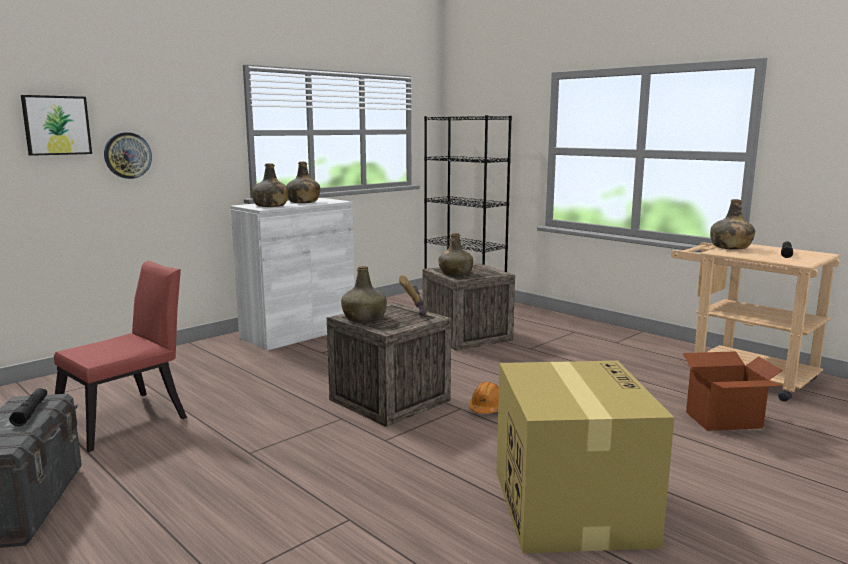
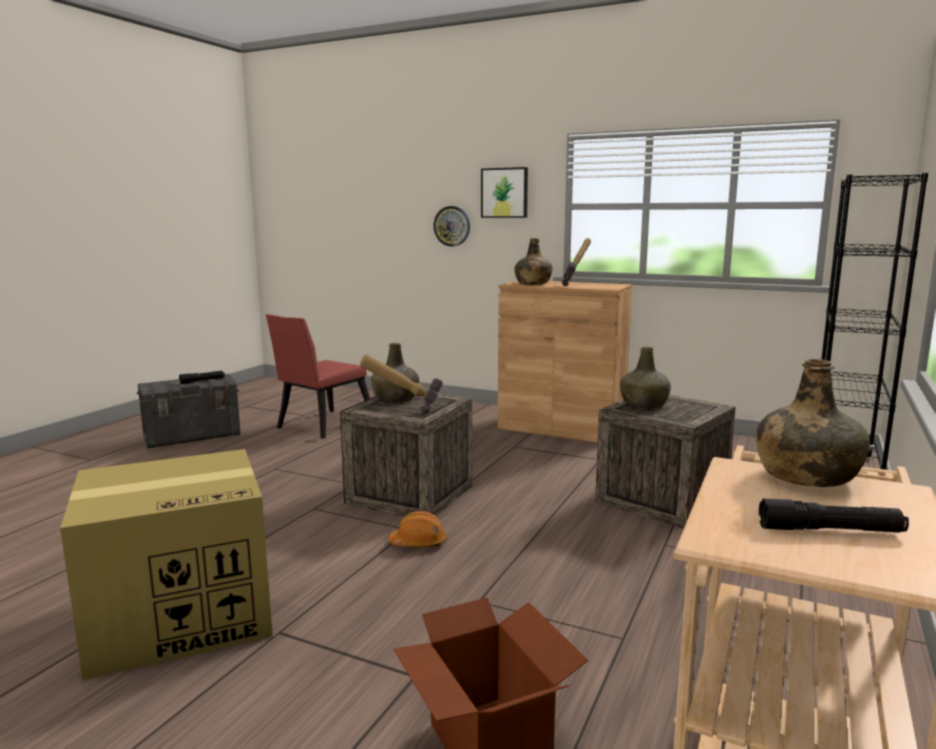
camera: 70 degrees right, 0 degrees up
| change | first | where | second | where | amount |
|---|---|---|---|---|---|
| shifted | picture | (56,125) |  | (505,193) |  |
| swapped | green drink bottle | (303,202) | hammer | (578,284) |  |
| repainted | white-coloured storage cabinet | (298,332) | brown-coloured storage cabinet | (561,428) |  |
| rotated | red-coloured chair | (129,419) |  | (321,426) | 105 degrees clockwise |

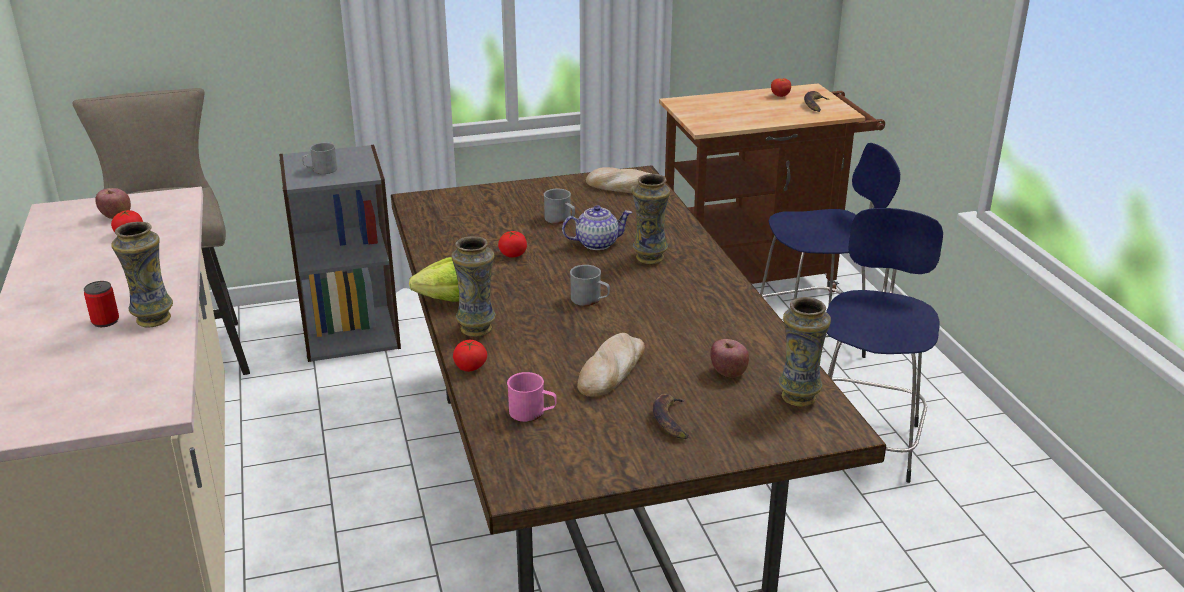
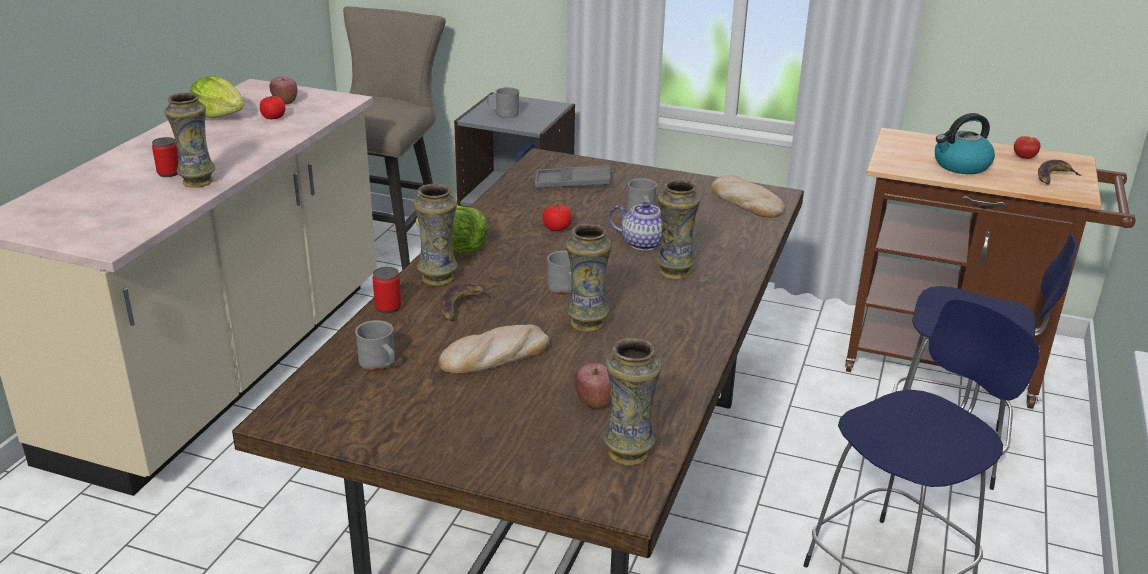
camera: 35 degrees right, 0 degrees up
| change | first | where | second | where | amount |
|---|---|---|---|---|---|
| swapped | fresh tomato | (470,367) | metal can | (388,307) |  |
| repainted | pink tea mug | (532,413) | greyish tea mug | (380,364) |  |
| shifted | banana fruit | (671,420) |  | (462,306) |  |
| new |  |  | head of lettuce | (220,115) |  |
| new |  |  | kettle | (960,166) |  |
| new |  |  | greyish tray | (572,183) |  |
| new |  |  | flower vase | (586,323) |  |

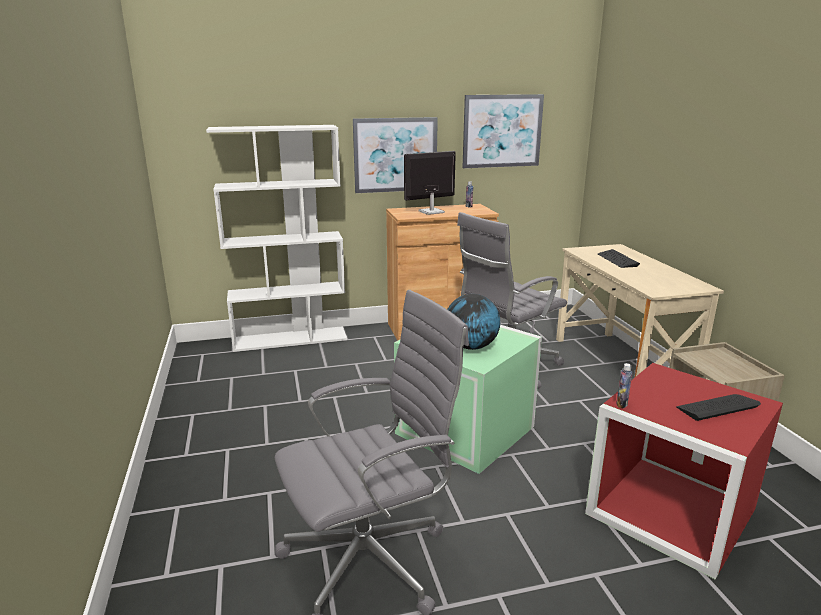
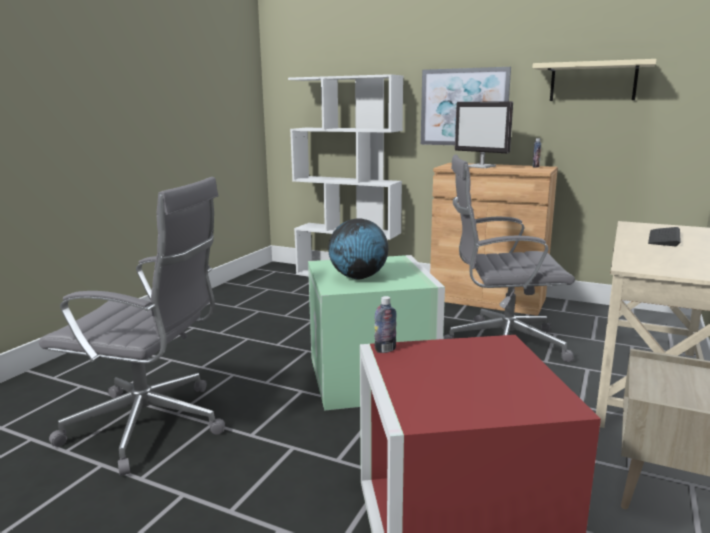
camera: 40 degrees right, 5 degrees down
| change | first | where | second | where | amount |
|---|---|---|---|---|---|
| swapped | picture | (502,131) | beige-coloured shelf | (593,82) |  |
| rotated | computer display | (431,212) |  | (481,166) | 150 degrees counterclockwise |
| gone | PC keyboard | (717,407) |  |  |  |

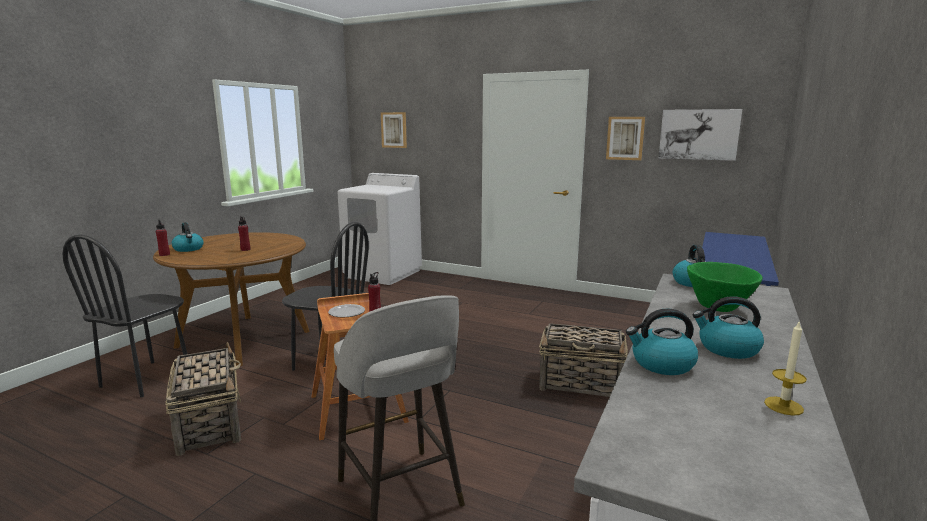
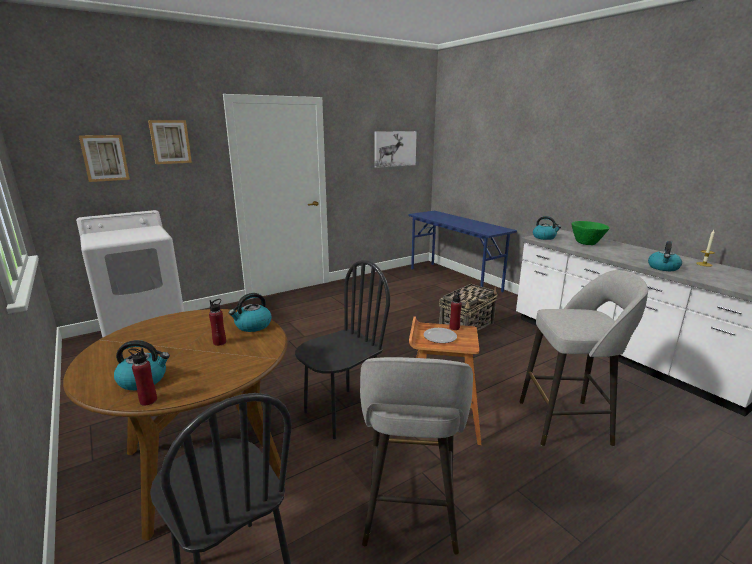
camera: 60 degrees left, 5 degrees up
| change | first | where | second | where | amount |
|---|---|---|---|---|---|
| shifted | picture | (625,138) |  | (170,142) |  |
| shifted | kettle | (727,349) |  | (253,326) |  |
| swapped | basket | (210,423) | greyish sitting stool | (410,513) |  |

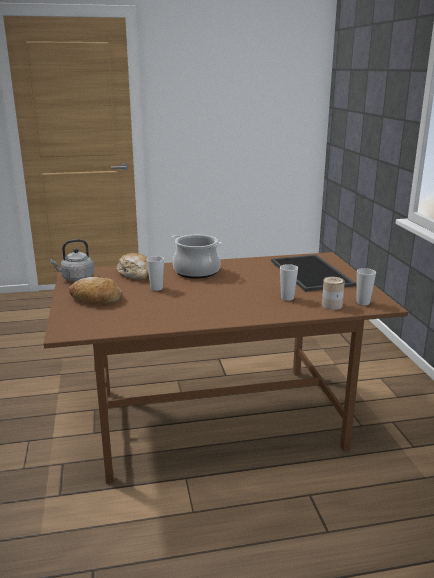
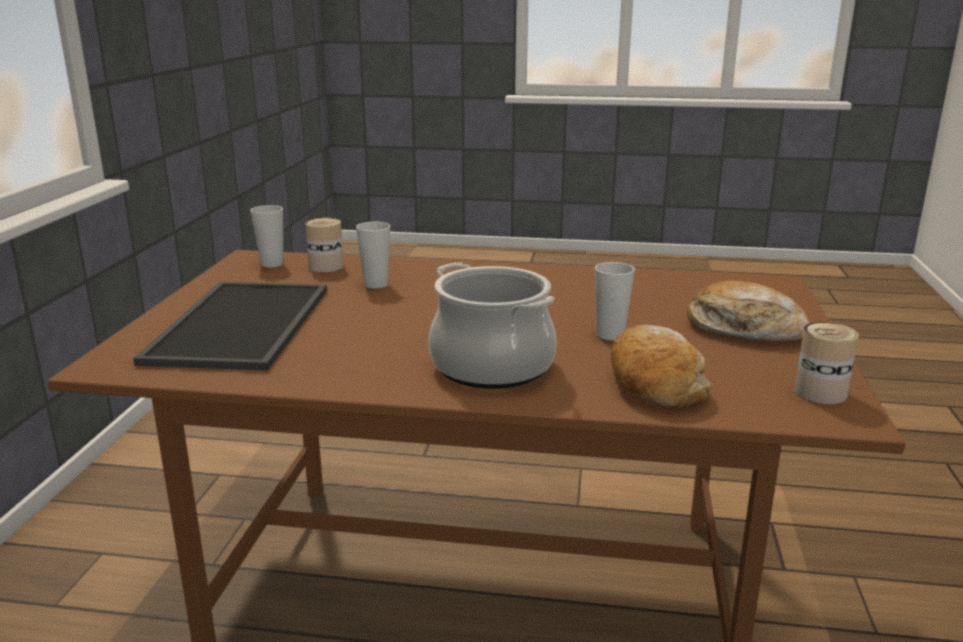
camera: 160 degrees left, 0 degrees up
| change | first | where | second | where | amount |
|---|---|---|---|---|---|
| swapped | greyish kettle | (76,278) | metal can | (820,392) |  |

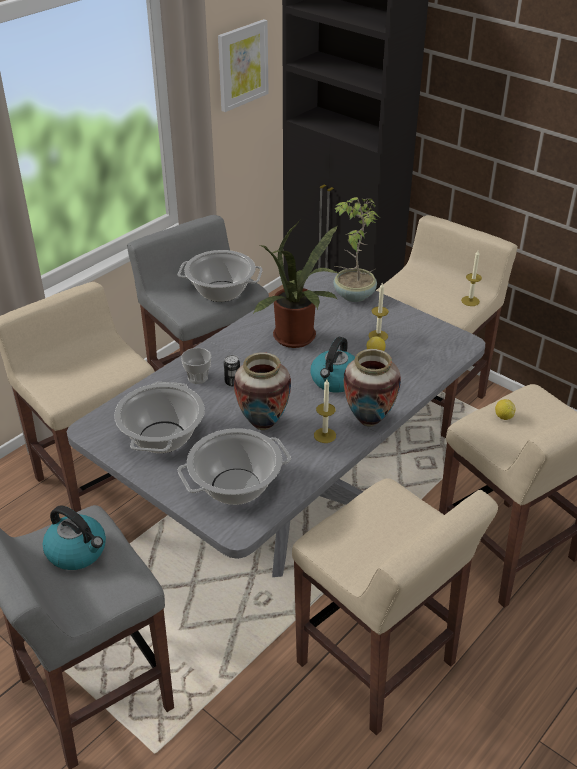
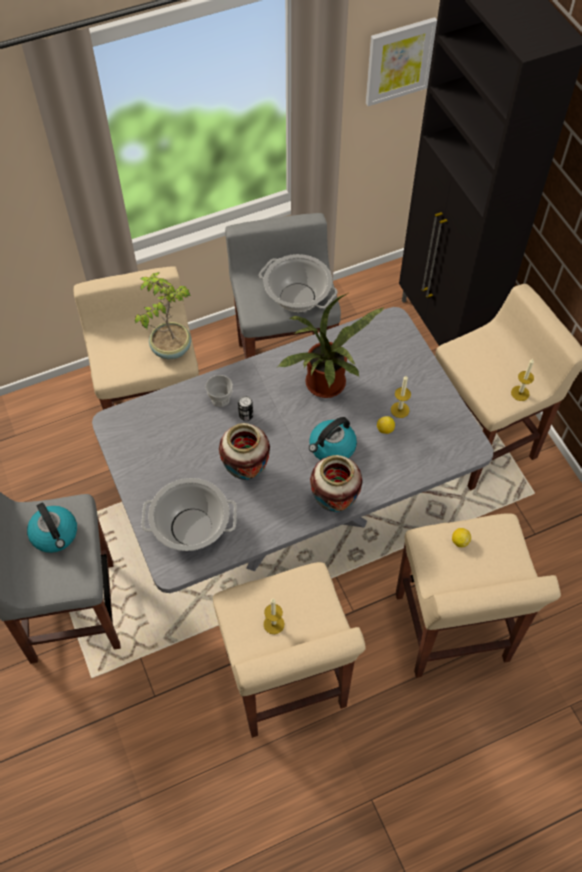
camera: 25 degrees right, 20 degrees up
| change | first | where | second | where | amount |
|---|---|---|---|---|---|
| shifted | houseplant | (353,295) |  | (170,348) |  |
| shifted | wax light | (325,435) |  | (274,624) |  |
| gone | cooking pot | (162,437) |  |  |  |

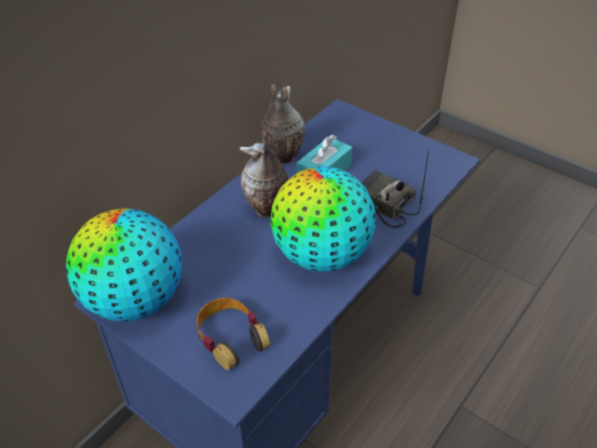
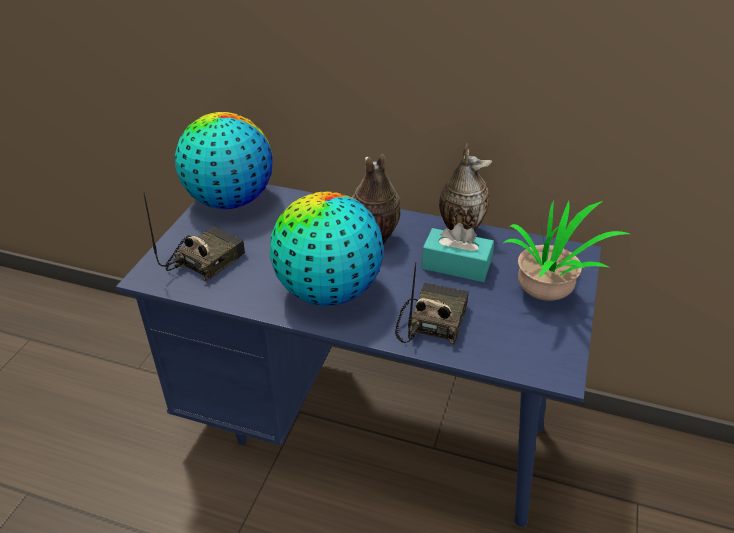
camera: 70 degrees right, 5 degrees down
| change | first | where | second | where | amount |
|---|---|---|---|---|---|
| swapped | headset | (230,337) | radio | (205,260) |  |
| new |  |  | houseplant | (547,294) |  |

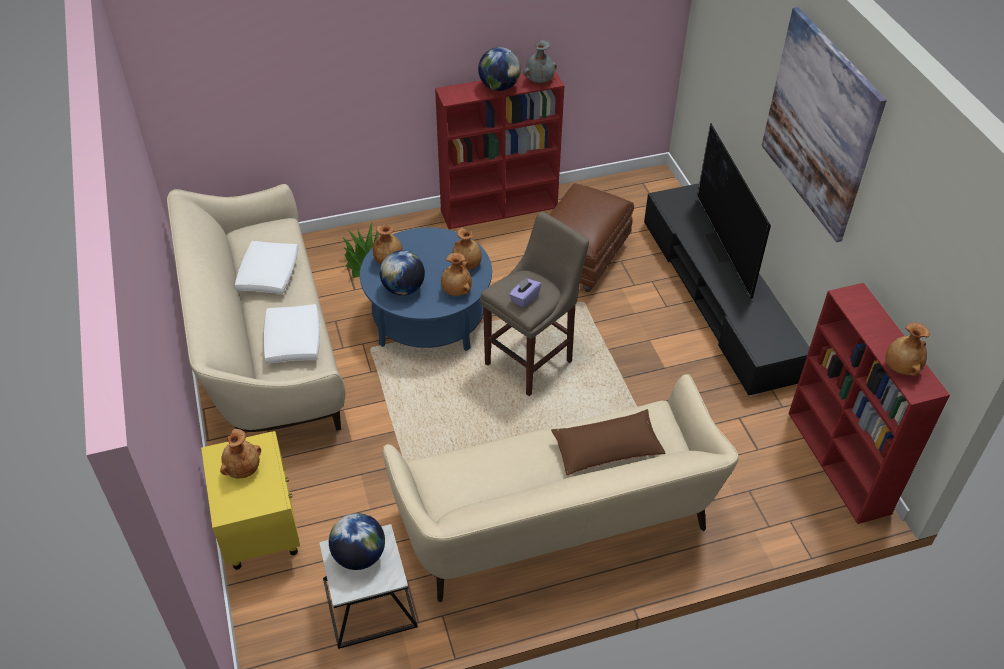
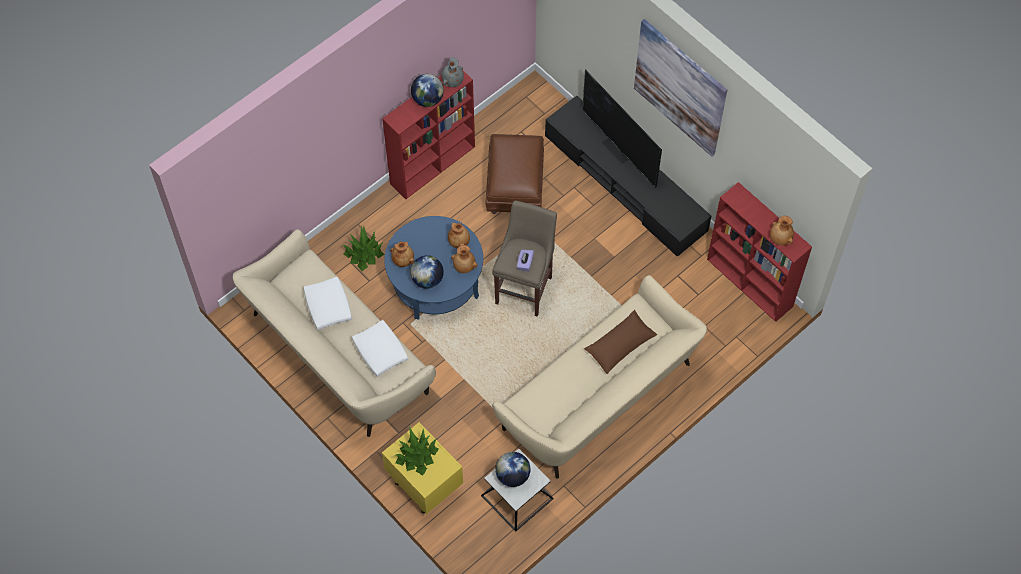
camera: 25 degrees left, 15 degrees up
| change | first | where | second | where | amount |
|---|---|---|---|---|---|
| swapped | brown-coloured flower vase | (242,469) | houseplant | (417,455) |  |

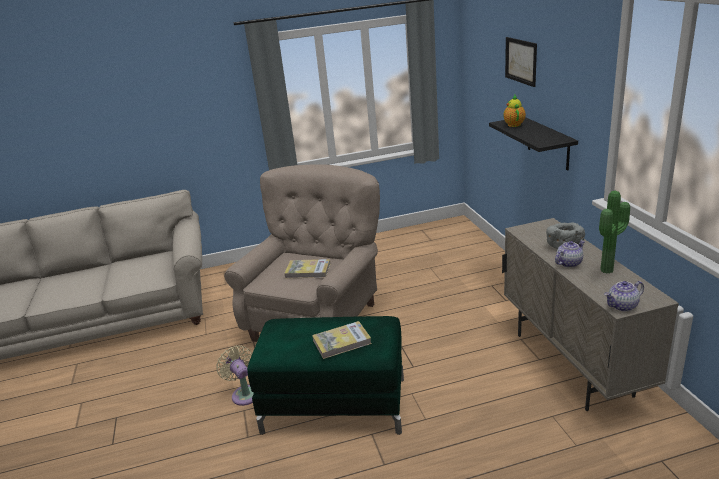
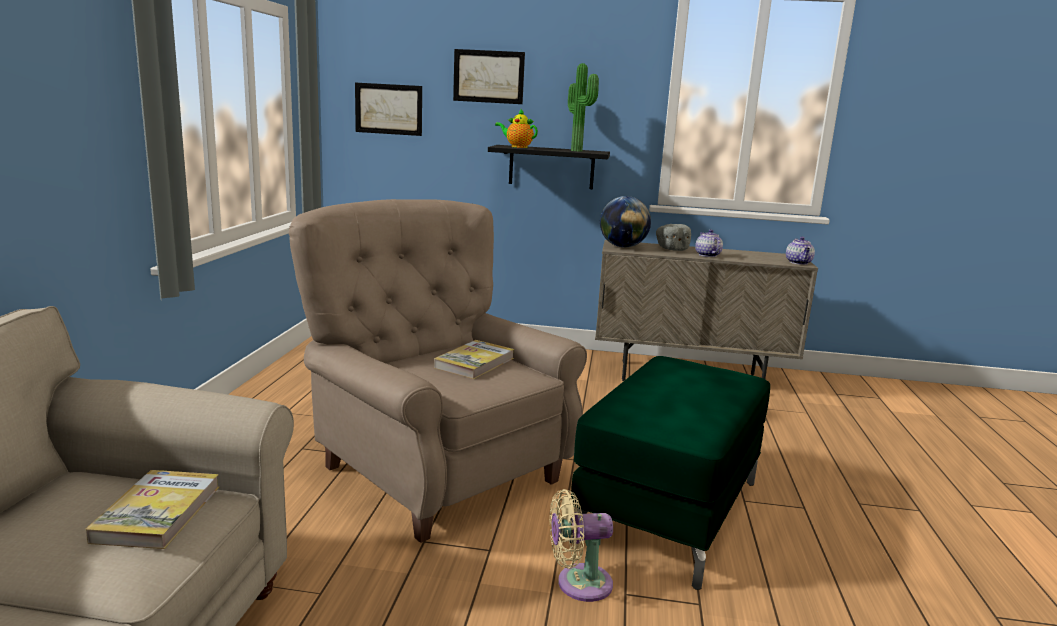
camera: 70 degrees left, 10 degrees down
| change | first | where | second | where | amount |
|---|---|---|---|---|---|
| shifted | houseplant | (609,271) |  | (578,151) |  |
| shifted | book | (342,342) |  | (158,513) |  |
| new |  |  | picture | (388,109) |  |
| new |  |  | globe | (623,247) |  |

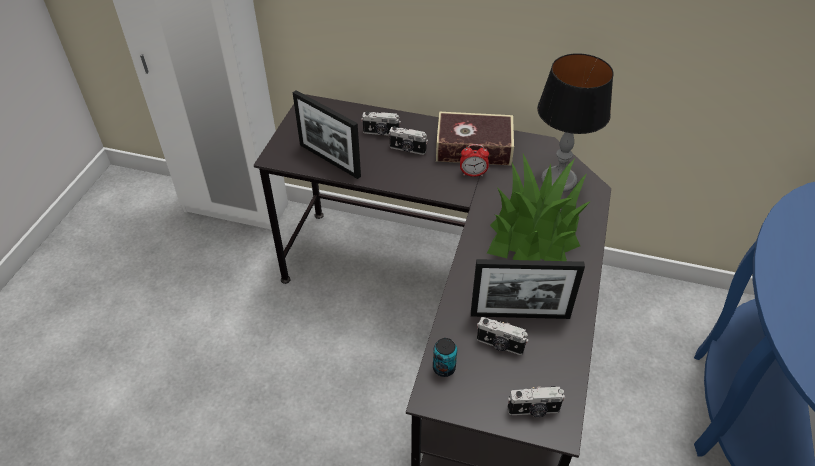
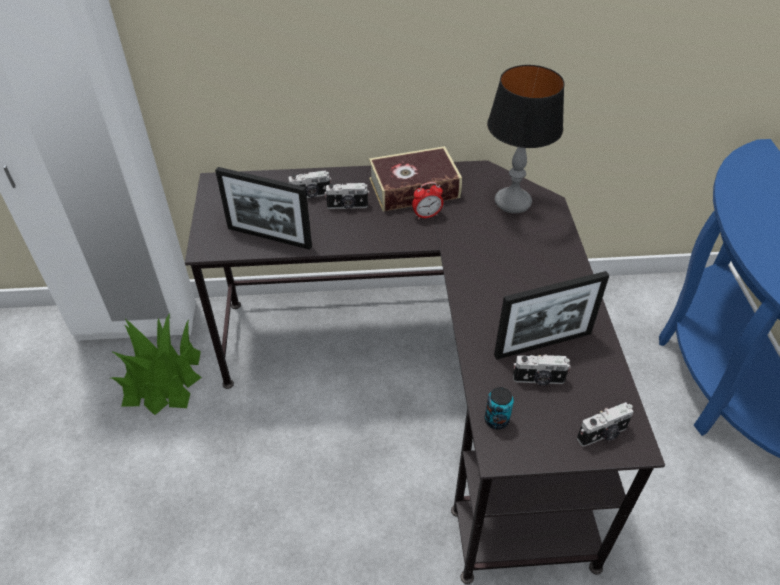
camera: 20 degrees left, 0 degrees up
| change | first | where | second | where | amount |
|---|---|---|---|---|---|
| shifted | houseplant | (534,236) |  | (162,379) |  |

